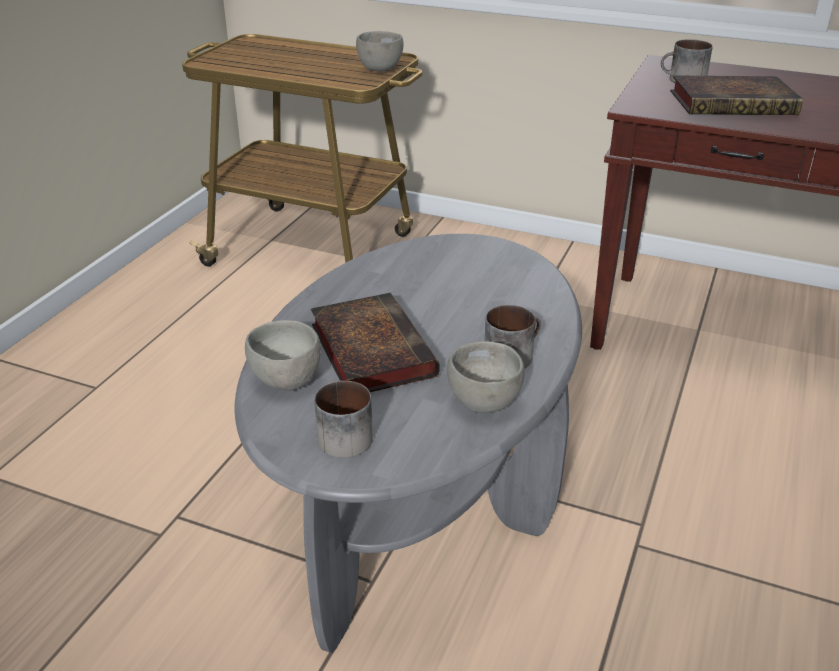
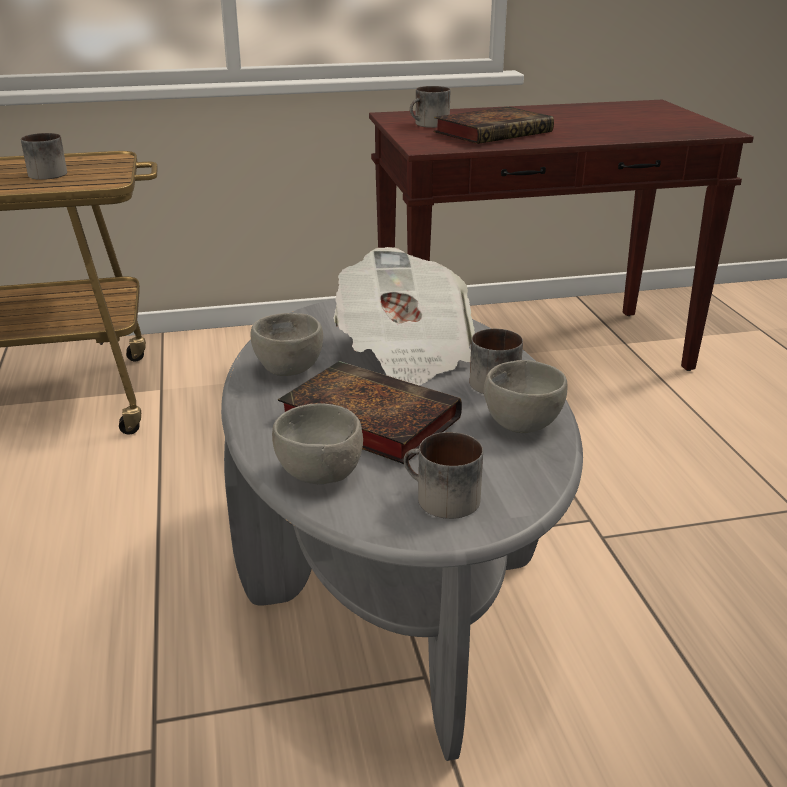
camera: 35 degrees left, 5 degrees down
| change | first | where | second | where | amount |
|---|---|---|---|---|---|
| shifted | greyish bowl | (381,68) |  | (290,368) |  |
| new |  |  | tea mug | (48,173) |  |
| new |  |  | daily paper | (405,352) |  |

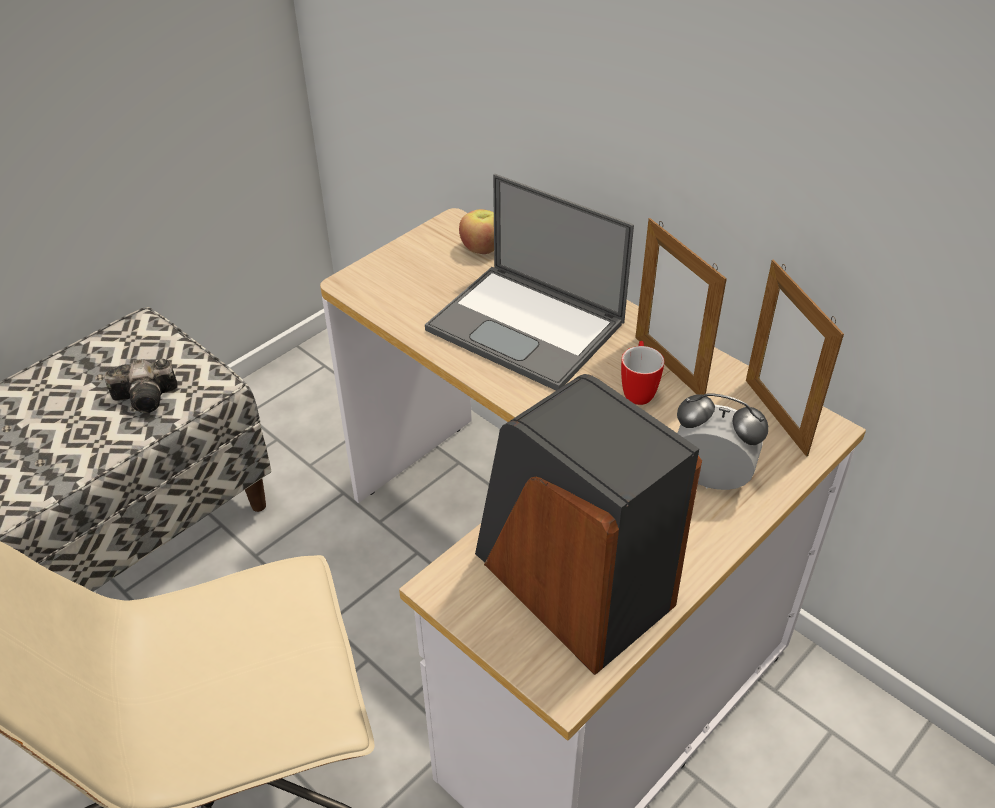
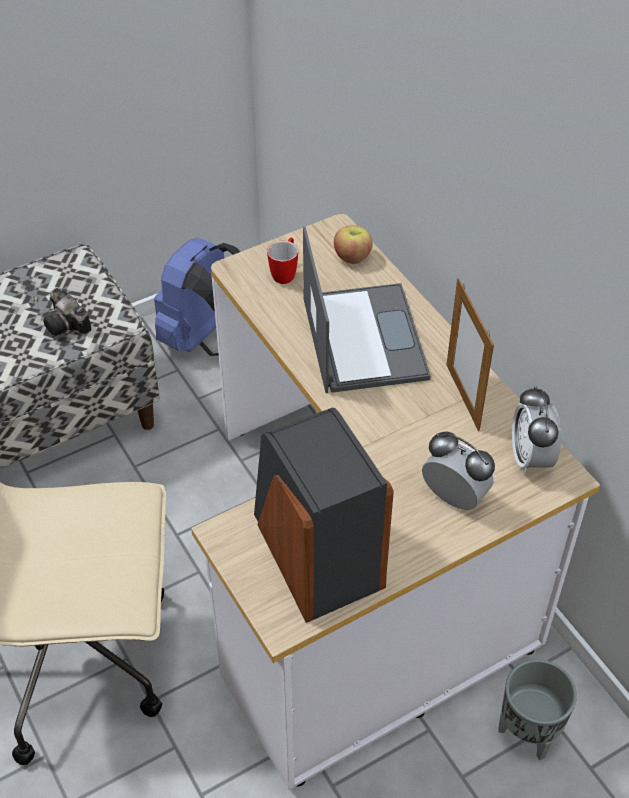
camera: 15 degrees right, 5 degrees up
| change | first | where | second | where | amount |
|---|---|---|---|---|---|
| rotated | laptop | (528,326) |  | (363,337) | 150 degrees counterclockwise |
| swapped | picture frame | (775,416) | bedside clock | (530,458) |  |
| shifted | tea mug | (638,390) |  | (285,273) |  |
| rotated | still camera | (149,397) |  | (68,325) | 45 degrees clockwise |
| new |  |  | blue rucksack | (206,339) |  |
| new |  |  | greyish planter | (528,734) |  |

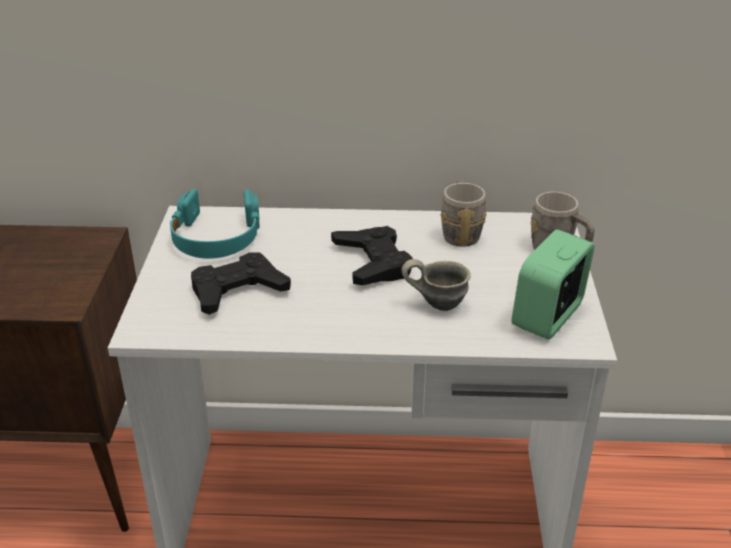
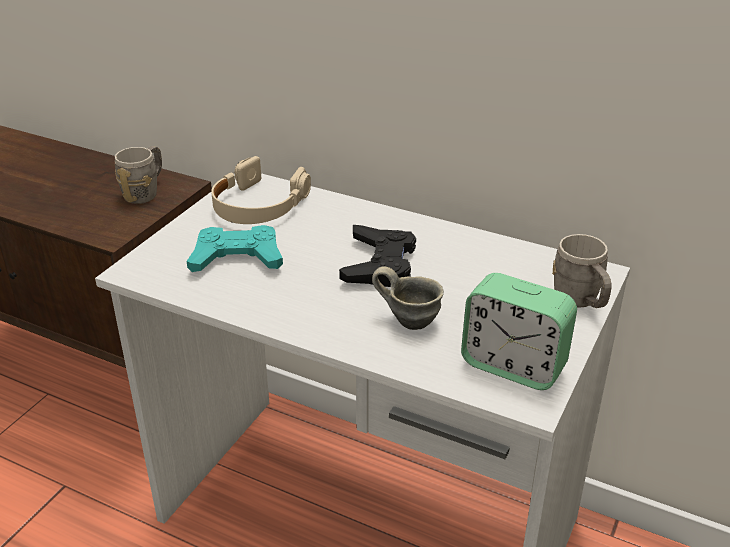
camera: 25 degrees right, 0 degrees up
| change | first | where | second | where | amount |
|---|---|---|---|---|---|
| shifted | greyish tea mug | (460,232) |  | (145,192) |  |
| repainted | blue-green headset | (216,237) | beige-coloured headset | (258,205) |  |
| rotated | bedside clock | (548,316) |  | (513,365) | 120 degrees counterclockwise |
| repainted | black game controller | (237,290) | blue-green game controller | (237,258) |  |

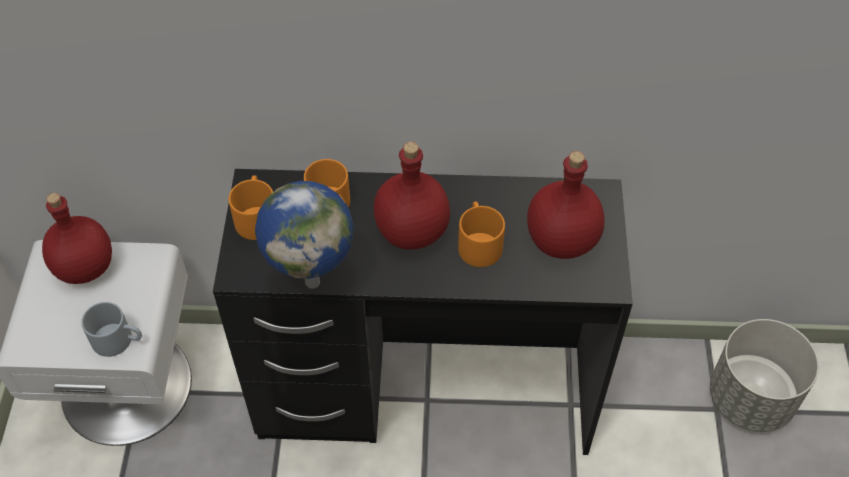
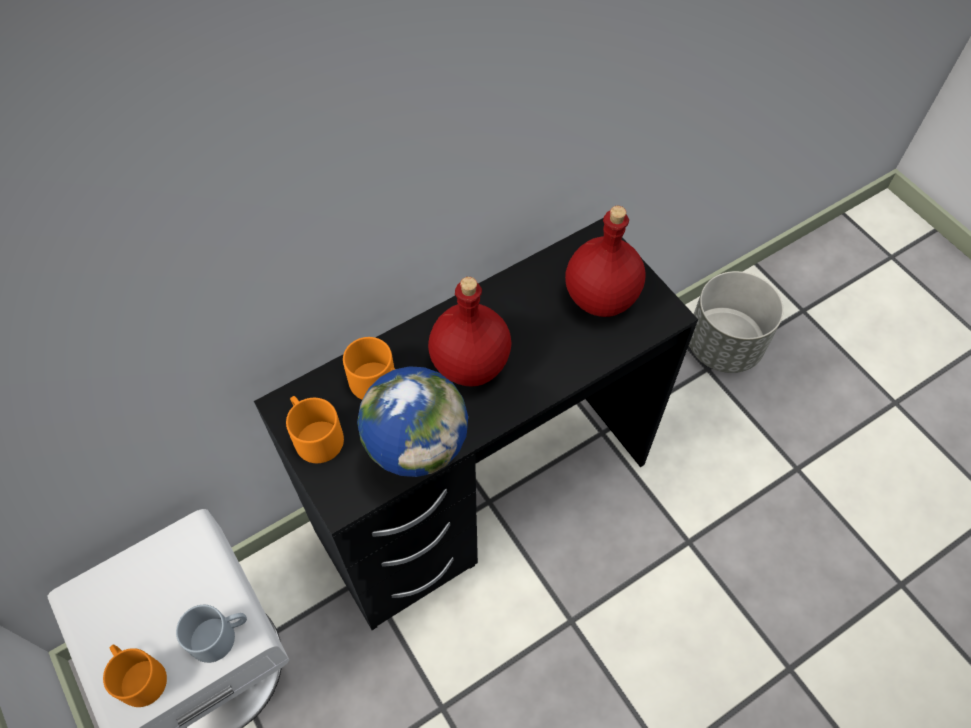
camera: 35 degrees left, 5 degrees up
| change | first | where | second | where | amount |
|---|---|---|---|---|---|
| gone | red-coloured drink bottle | (84,267) |  |  |  |
| shifted | orangey tea mug | (477,242) |  | (137,676) |  |

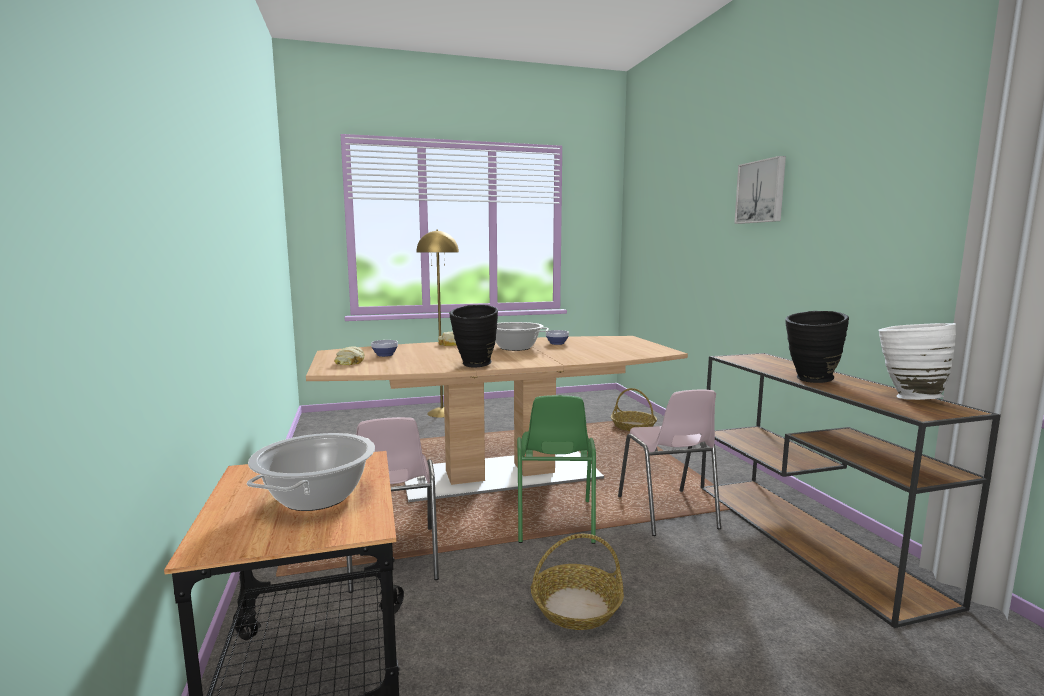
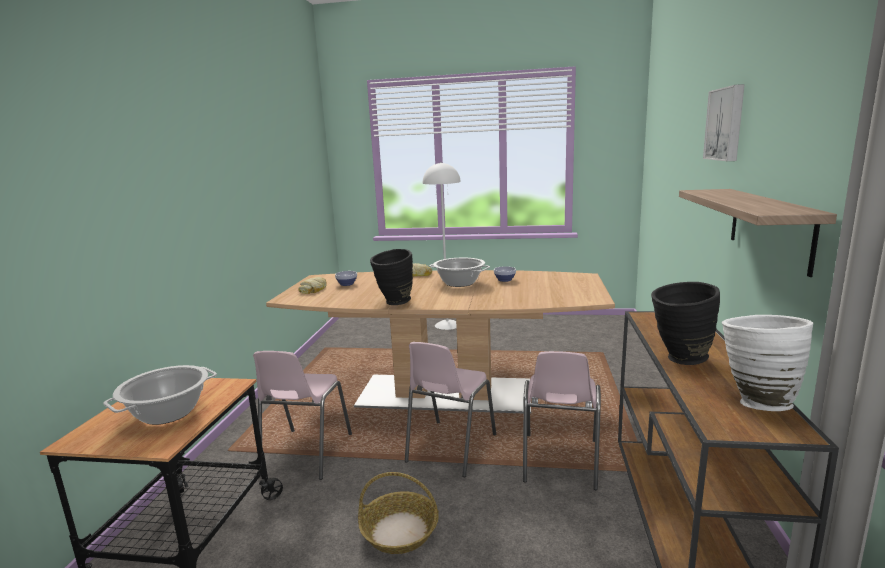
camera: 25 degrees right, 5 degrees up
| change | first | where | second | where | amount |
|---|---|---|---|---|---|
| repainted | yellow standard lamp | (442,413) | white-coloured standard lamp | (447,325) |  |
| gone | basket | (633,426) |  |  |  |
| repainted | green chair | (554,521) | pink chair | (450,448) |  |
| new |  |  | shelf | (769,227) |  |

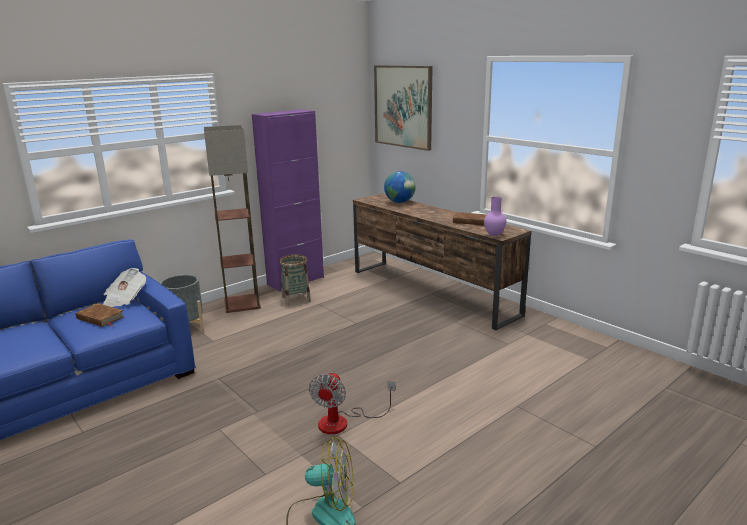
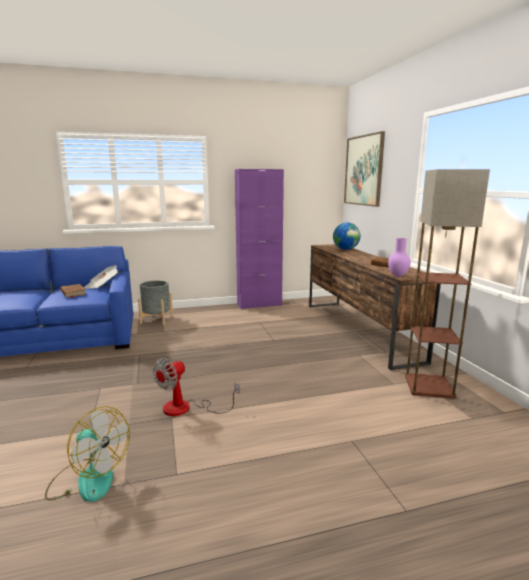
camera: 25 degrees right, 5 degrees down
| change | first | where | second | where | amount |
|---|---|---|---|---|---|
| shifted | standard lamp | (241,303) |  | (428,386) |  |
| gone | basket | (296,299) |  |  |  |

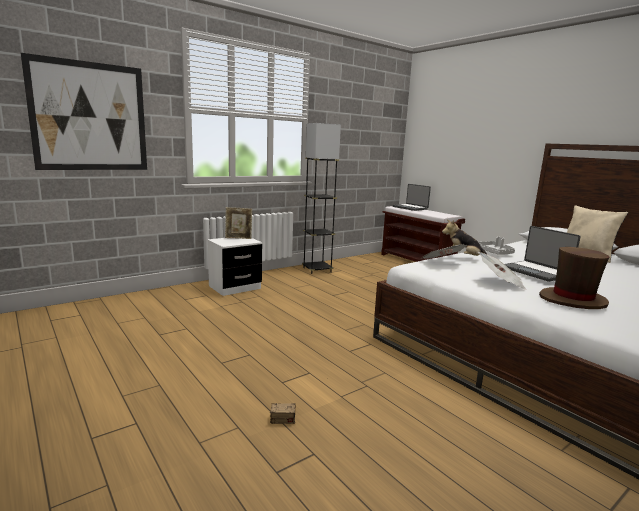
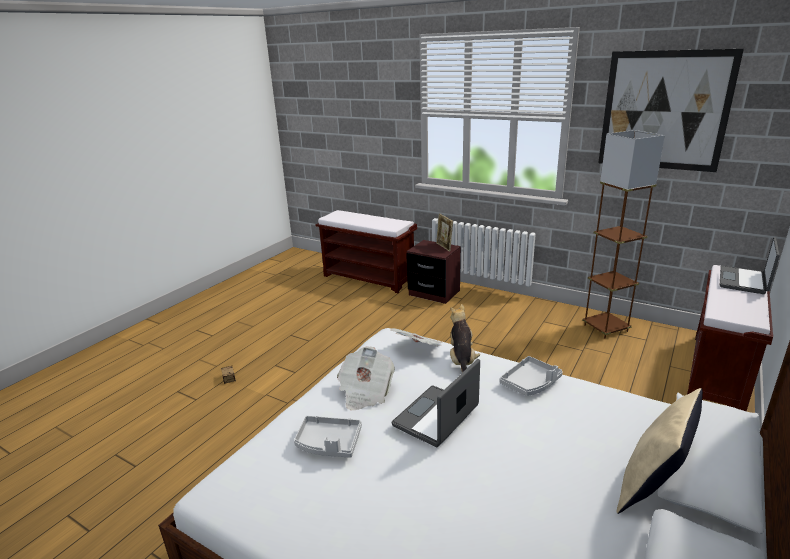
camera: 70 degrees right, 10 degrees up
| change | first | where | second | where | amount |
|---|---|---|---|---|---|
| shifted | picture | (90,117) |  | (664,111) |  |
| gone | greyish standard lamp | (317,270) |  |  |  |
| repainted | white-coloured night table | (235,287) | brown-coloured night table | (434,293) |  |
| swapped | brown-coloured clothing hat | (572,300) | greyish tray | (329,443) |  |
| new |  |  | brown-coloured standard lamp | (605,328) |  |
| new |  |  | brown-coloured bench | (369,278) |  |

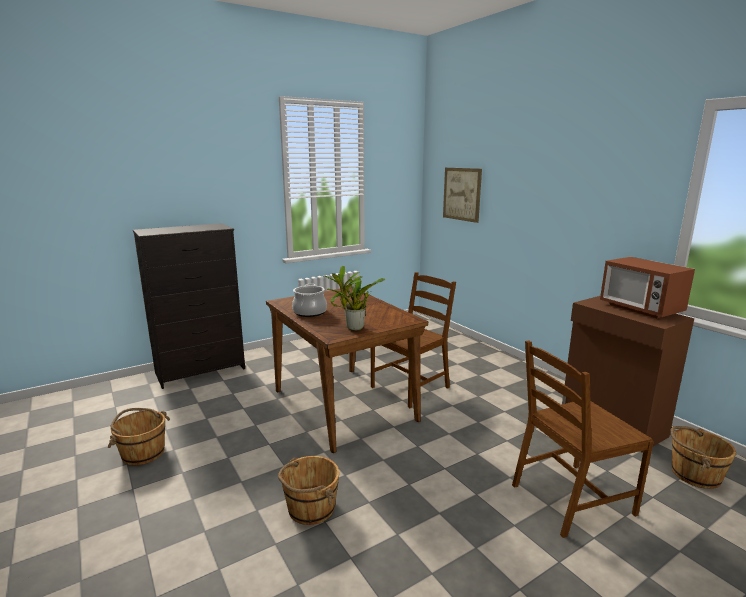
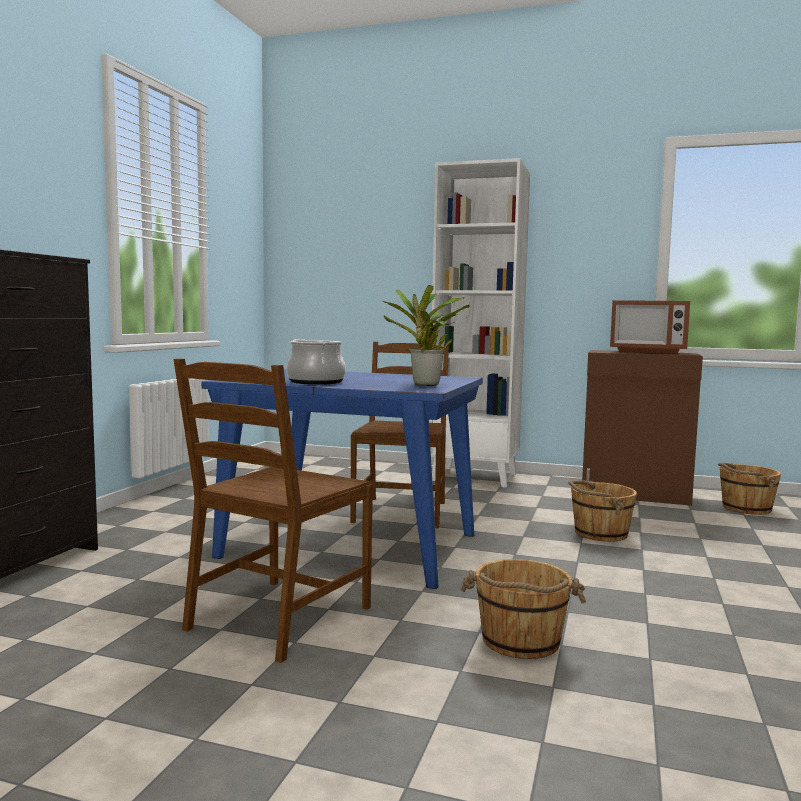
camera: 40 degrees left, 10 degrees down
| change | first | where | second | where | amount |
|---|---|---|---|---|---|
| gone | picture | (462,194) |  |  |  |
| repainted | brown-coloured dinner table | (343,404) | blue dinner table | (348,545) |  |
| shifted | brown-coloured chair | (570,499) |  | (278,618) |  |
| shifted | brown-coloured pail | (143,453) |  | (599,533) |  |
| new |  |  | white-coloured bookshelf | (475,477) |  |

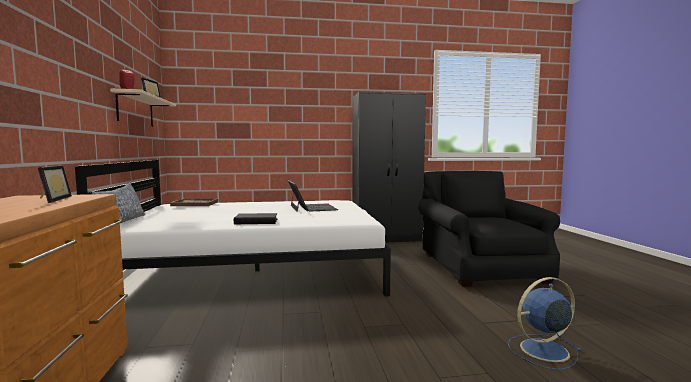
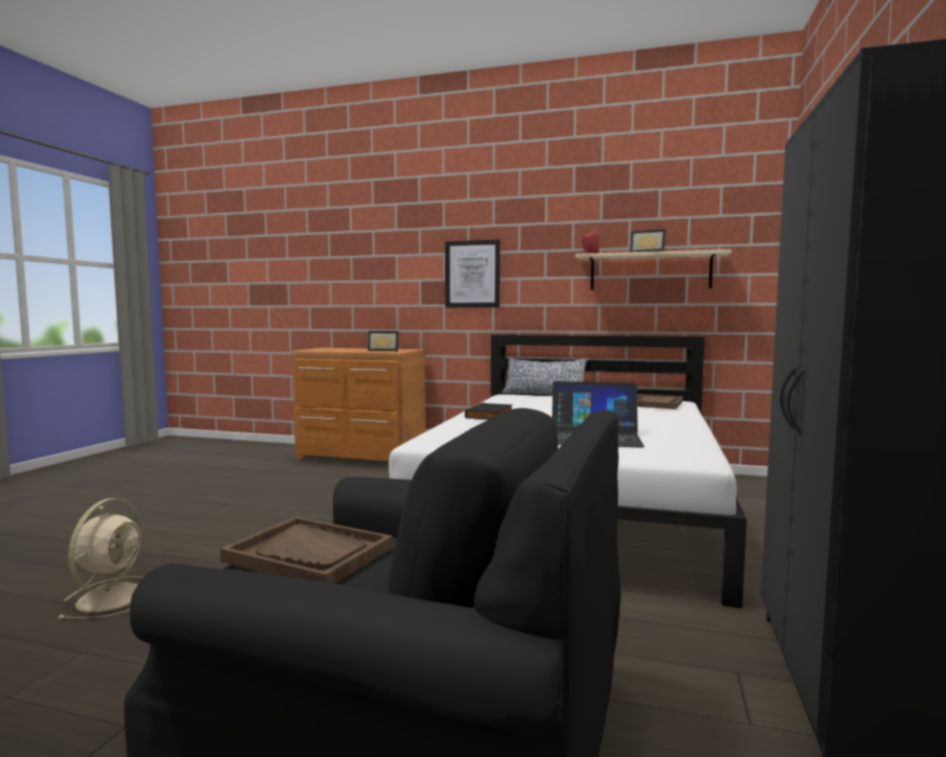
camera: 115 degrees right, 0 degrees up
| change | first | where | second | where | amount |
|---|---|---|---|---|---|
| repainted | blue fan | (542,350) | beige-coloured fan | (113,596) |  |
| new |  |  | picture | (472,274) |  |
| new |  |  | brown-coloured tray | (309,554) |  |

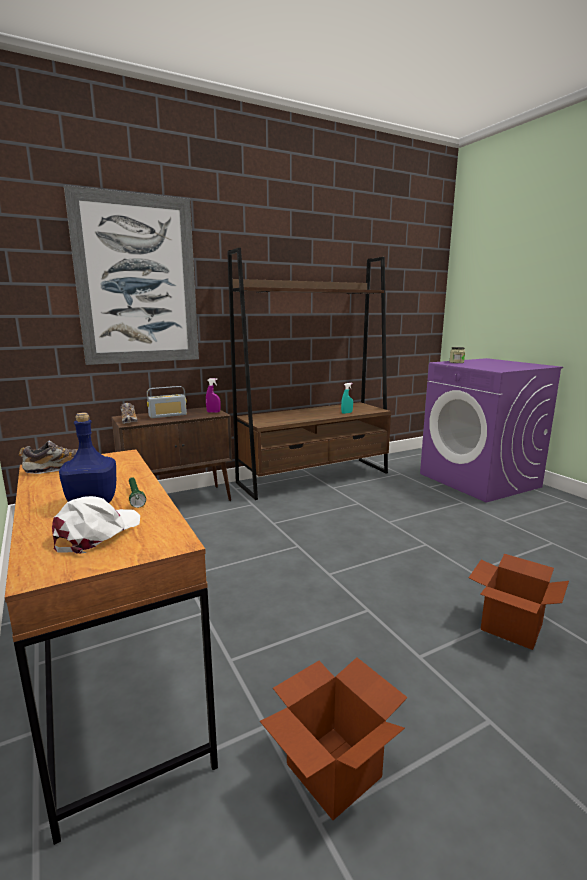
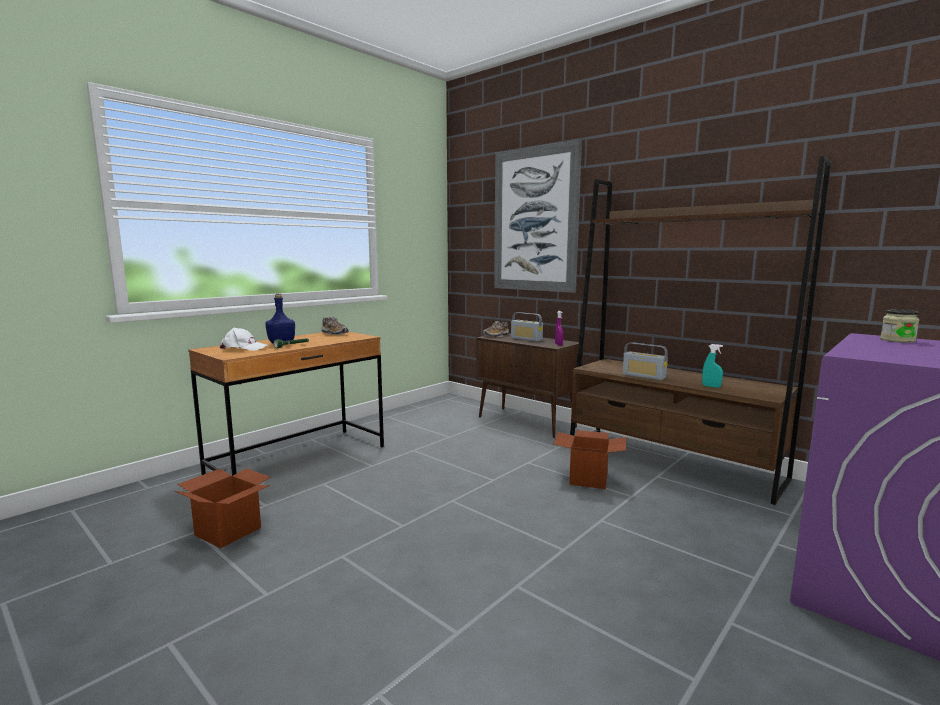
camera: 70 degrees right, 5 degrees down
| change | first | where | second | where | amount |
|---|---|---|---|---|---|
| shifted | cardboard box | (511,627) |  | (588,479) |  |
| new |  |  | radio | (643,376) |  |

